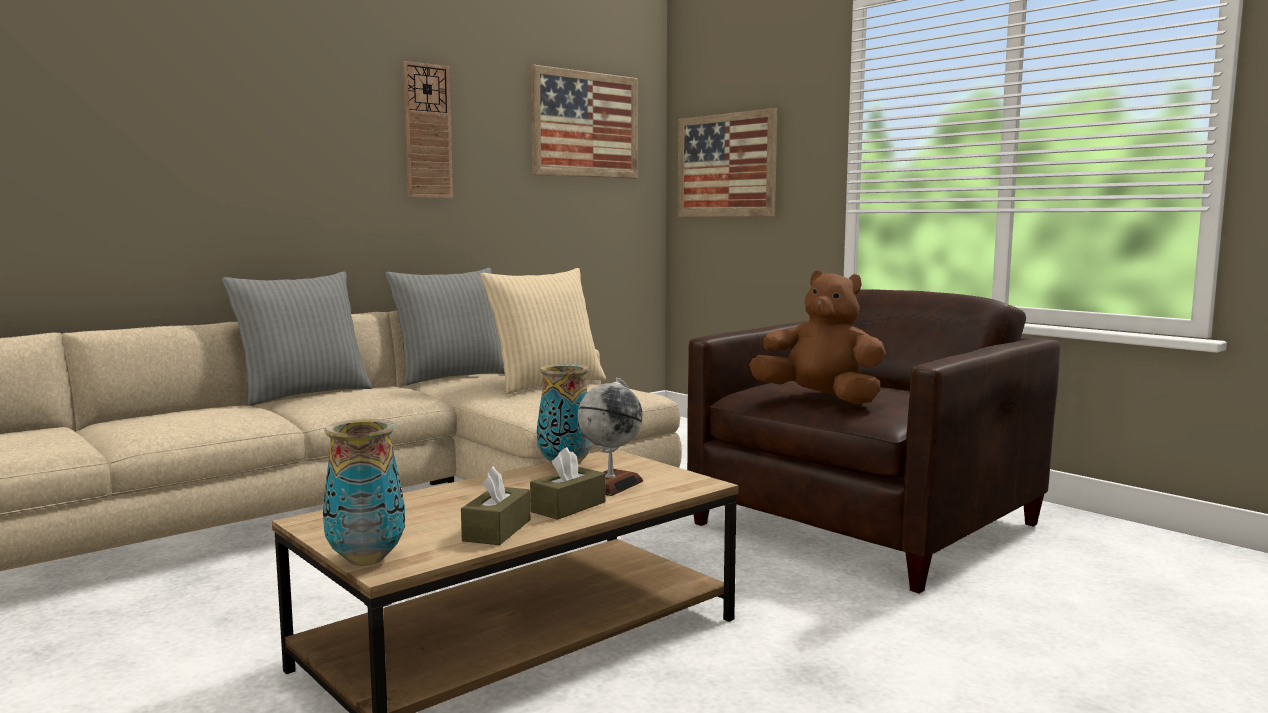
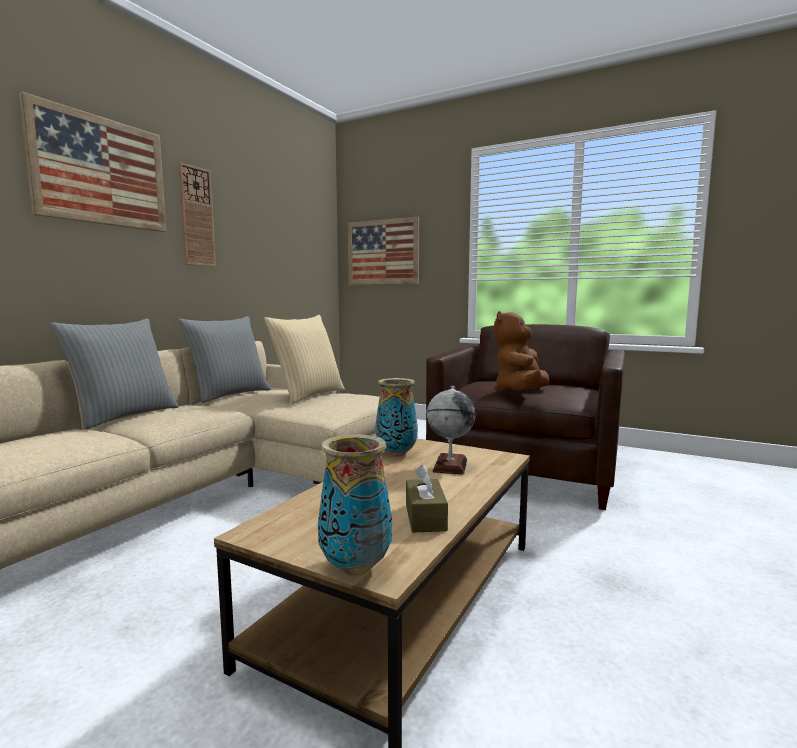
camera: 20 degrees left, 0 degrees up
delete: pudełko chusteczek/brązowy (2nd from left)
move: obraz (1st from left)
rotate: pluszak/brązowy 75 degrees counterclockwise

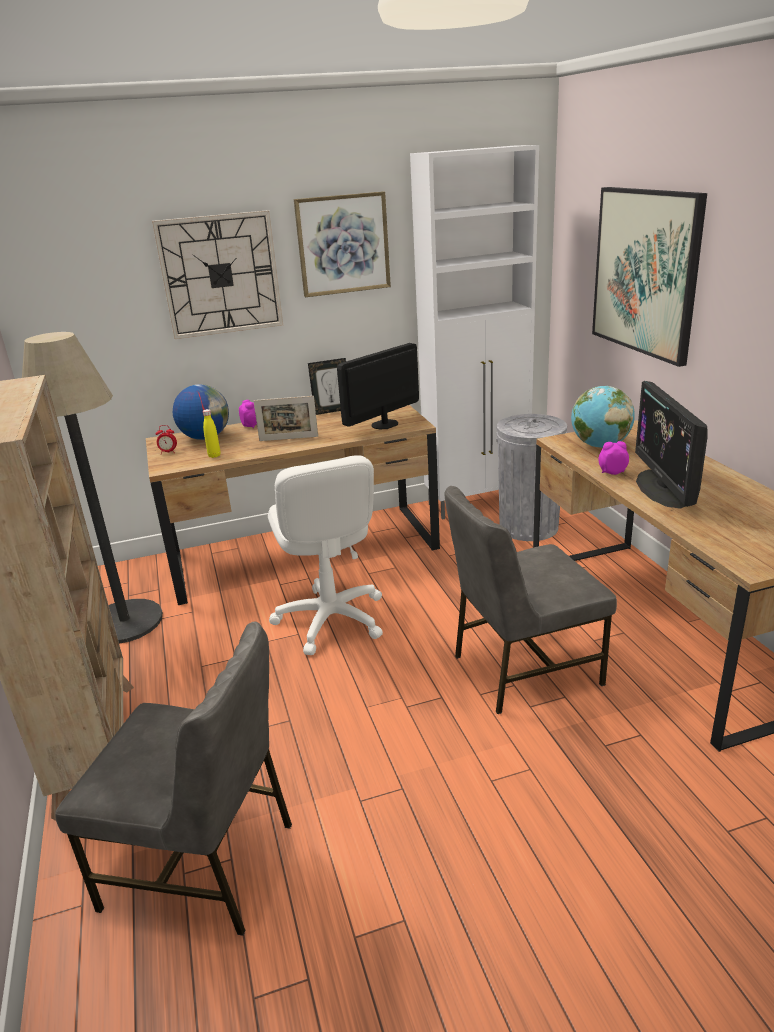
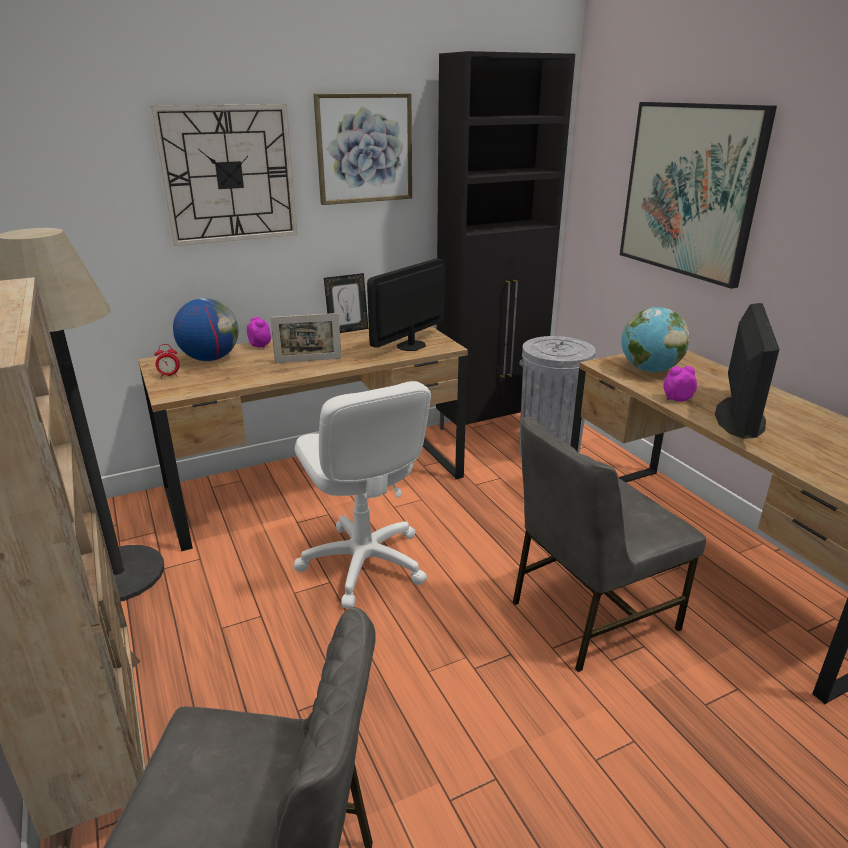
camera: 10 degrees left, 0 degrees up
delete: butelka/żółty
recolor: szafka/biały to szafka/czarny
rotate: monitor (2nd from left) 150 degrees counterclockwise

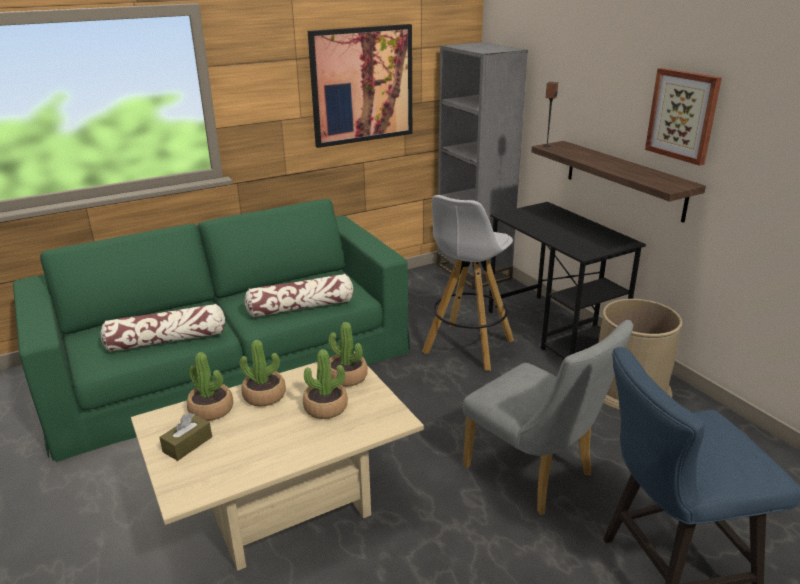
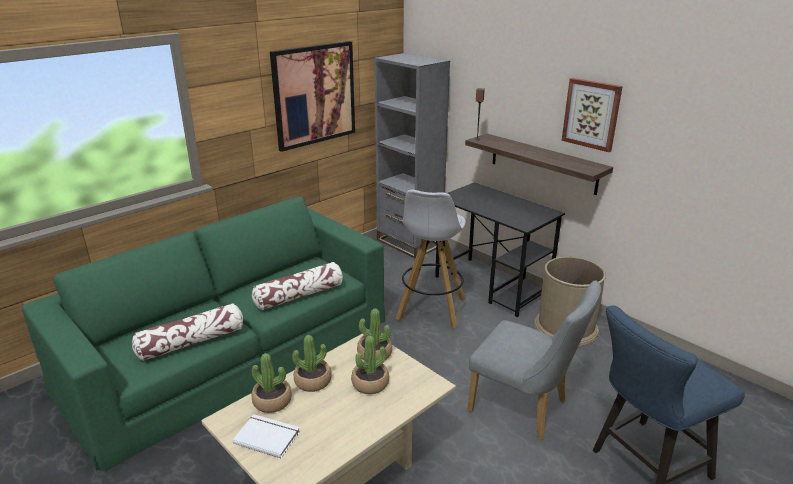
camera: 15 degrees left, 0 degrees up
replace: pudełko chusteczek/brązowy to książka/biały

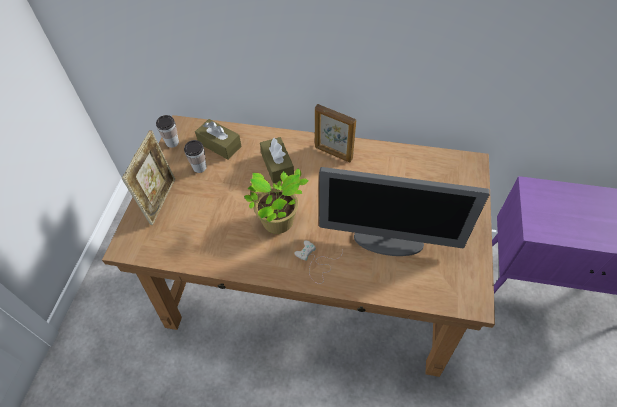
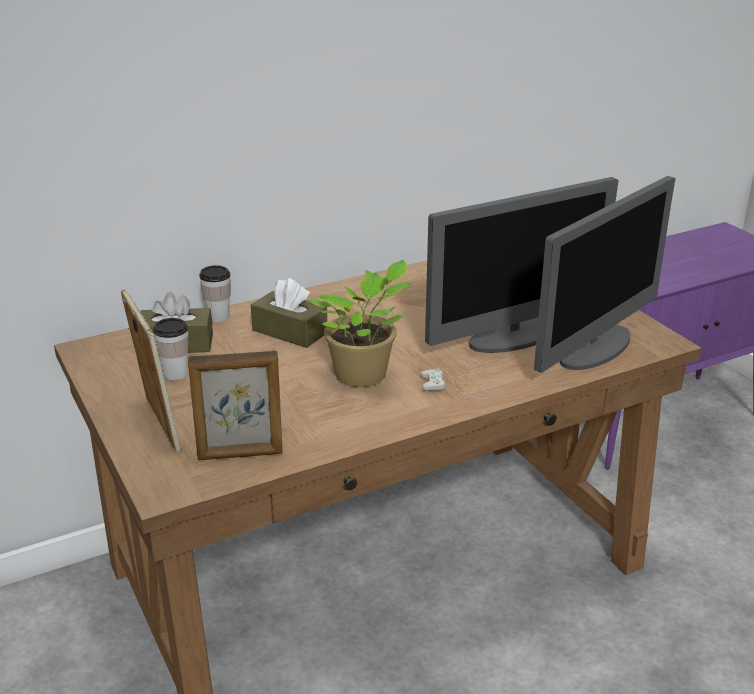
camera: 40 degrees left, 25 degrees down
insert: monitor (2nd from left)
move: ramka na zdjęcie (2nd from left); filiżanka (1st from left in the first image) to filiżanka (2nd from left)

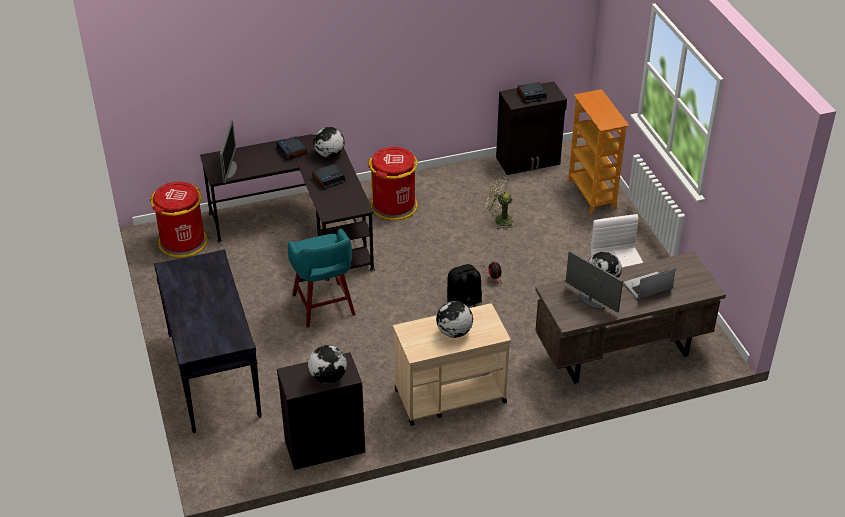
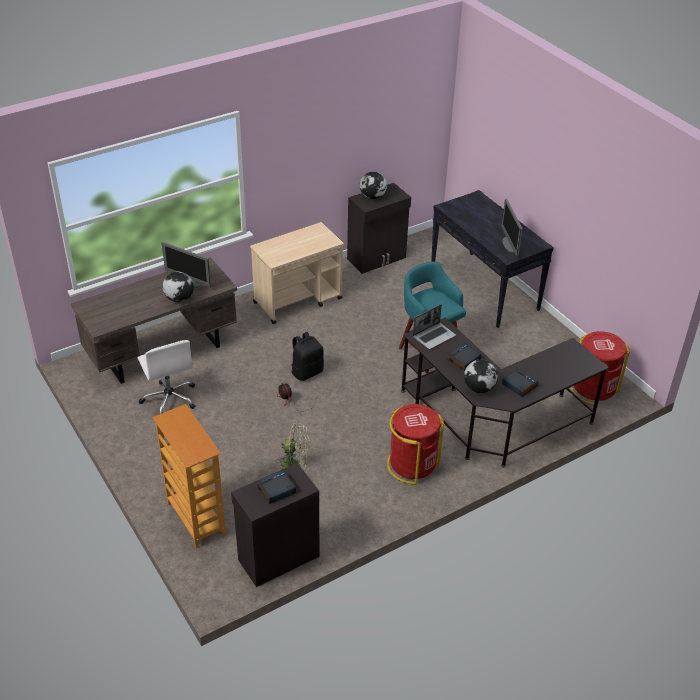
camera: 165 degrees right, 0 degrees up
delete: globus (3rd from left)
move: laptop; monitor (1st from left in the first image) to monitor (2nd from left)

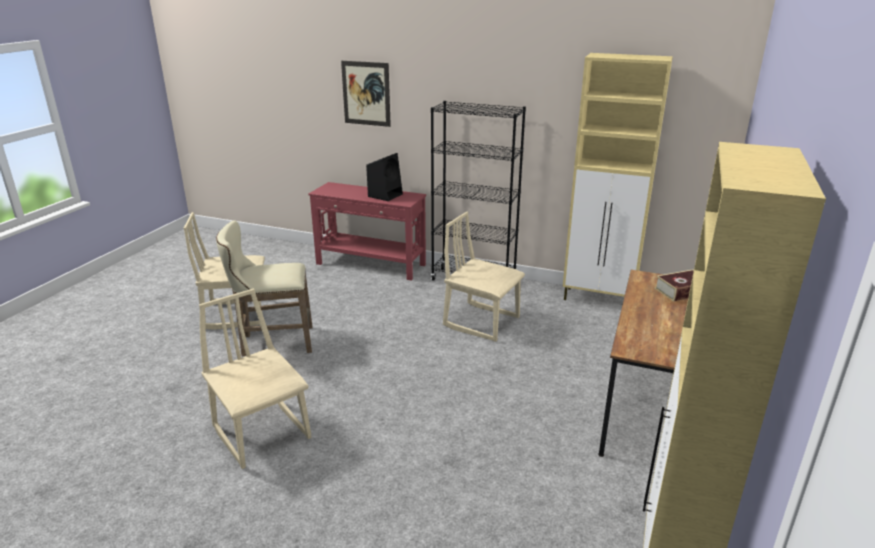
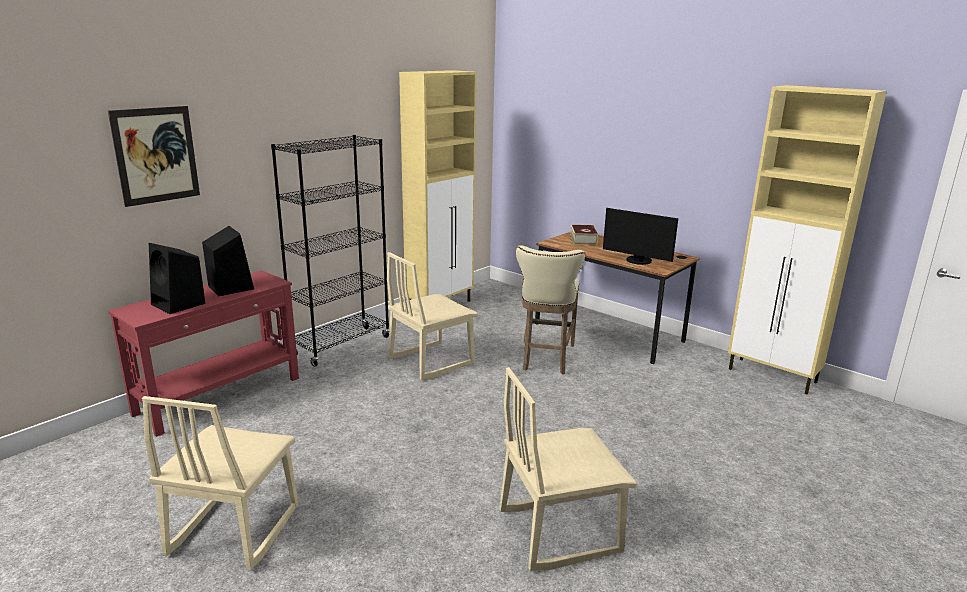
camera: 70 degrees left, 5 degrees down
insert: głośnik/czarny (1st from left); monitor
move: stołek/beżowy

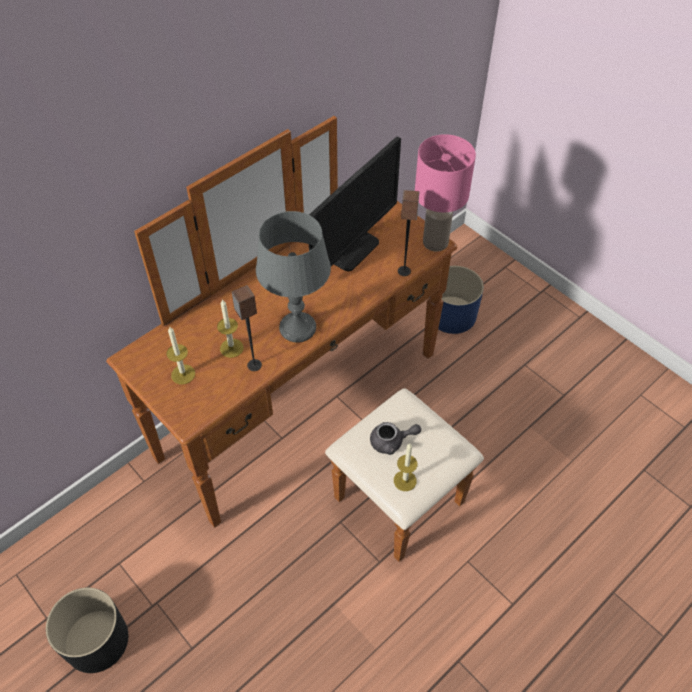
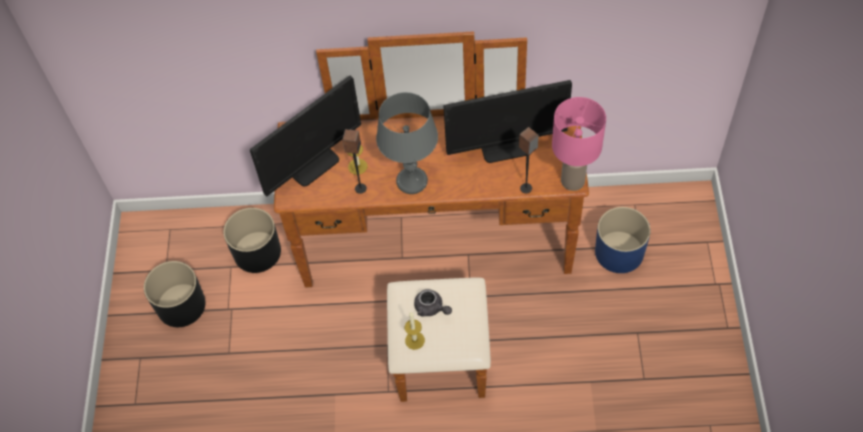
camera: 45 degrees right, 5 degrees up
insert: donica/czarny (2nd from left)
replace: świeca (1st from left) to monitor (1st from left)

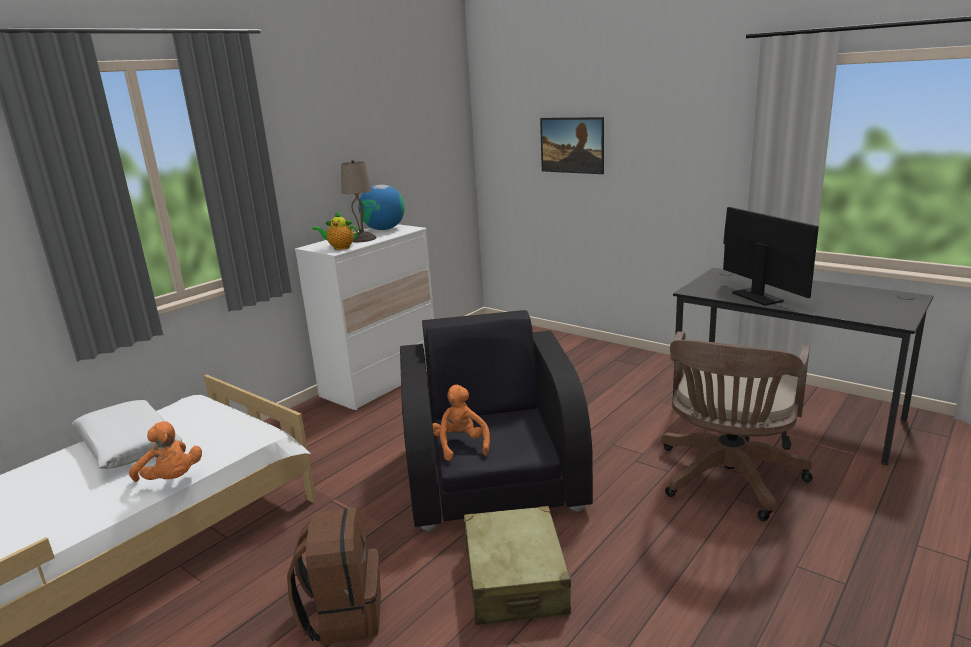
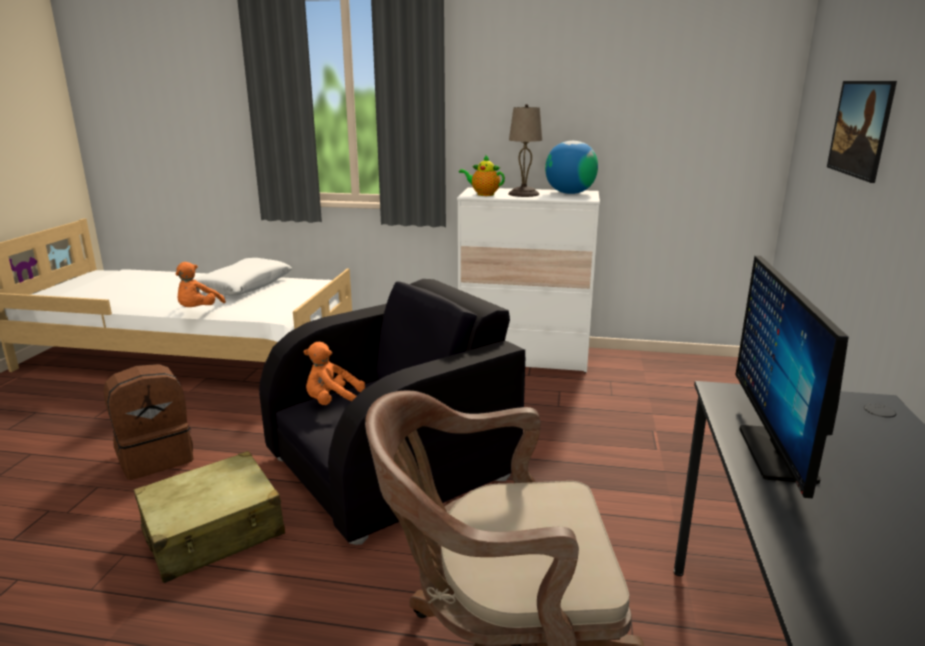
camera: 60 degrees right, 0 degrees up
rotate: pluszak/pomarańczowy (2nd from left) 150 degrees counterclockwise; imbryk 45 degrees counterclockwise; monitor 150 degrees clockwise

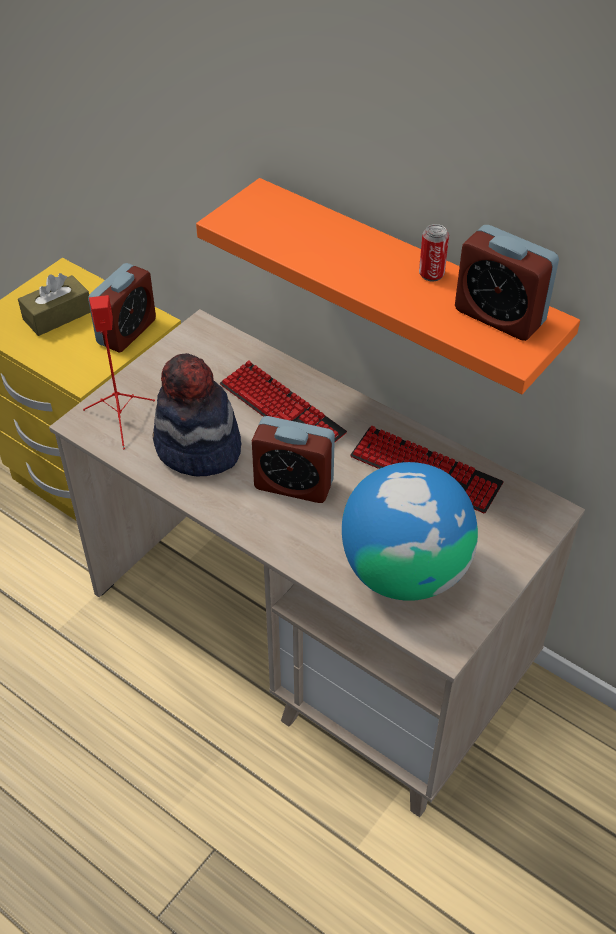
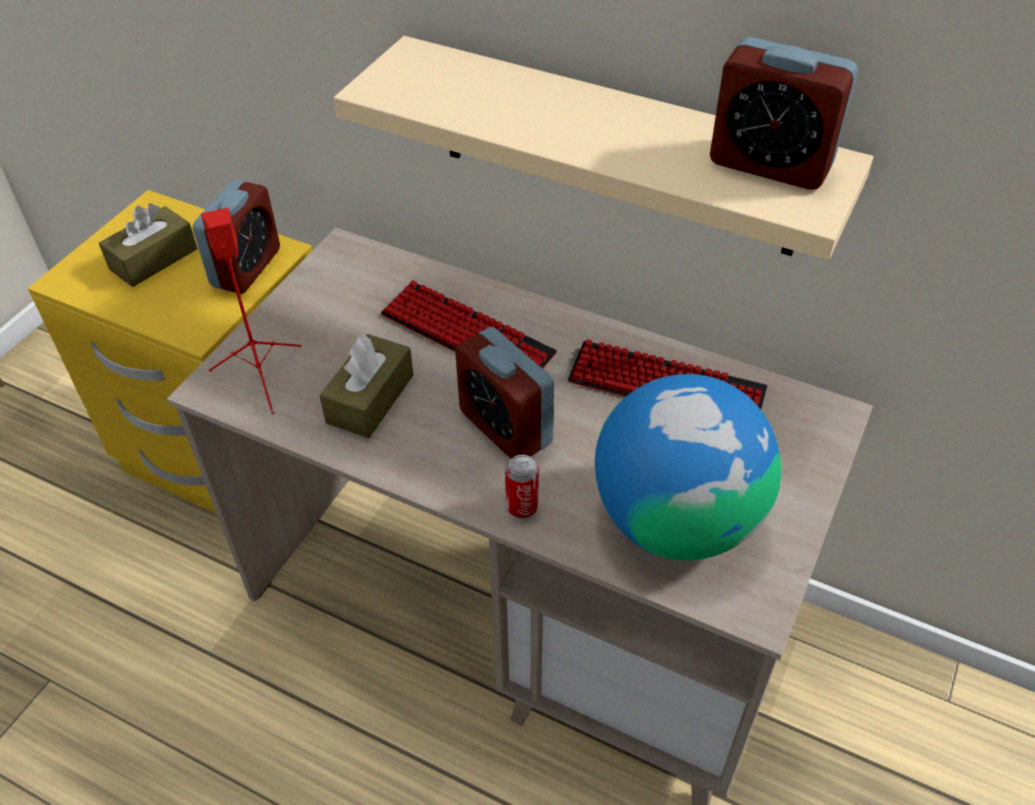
camera: 10 degrees left, 0 degrees up
move: puszka
replace: kapelusz to pudełko chusteczek/brązowy (2nd from left)
recolor: półka/pomarańczowy to półka/beżowy
rotate: budzik (2nd from left) 45 degrees clockwise

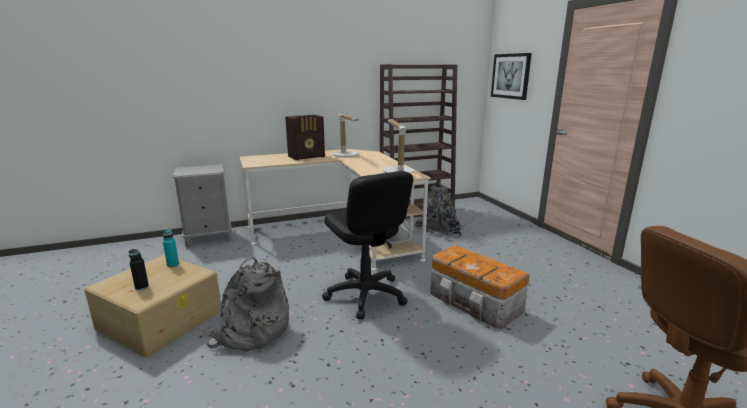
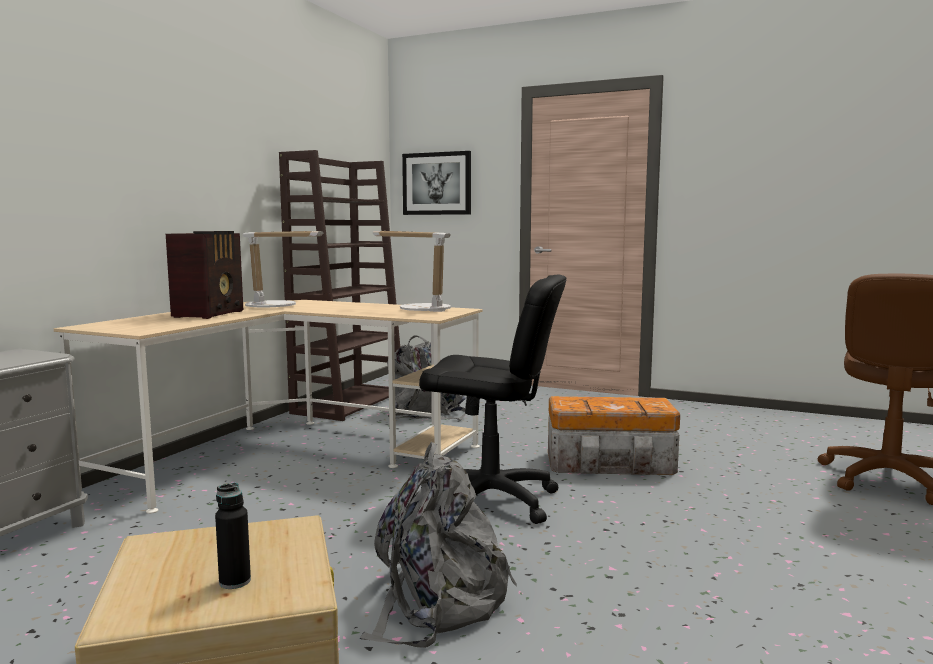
camera: 45 degrees left, 10 degrees down
delete: butelka/turkusowy

